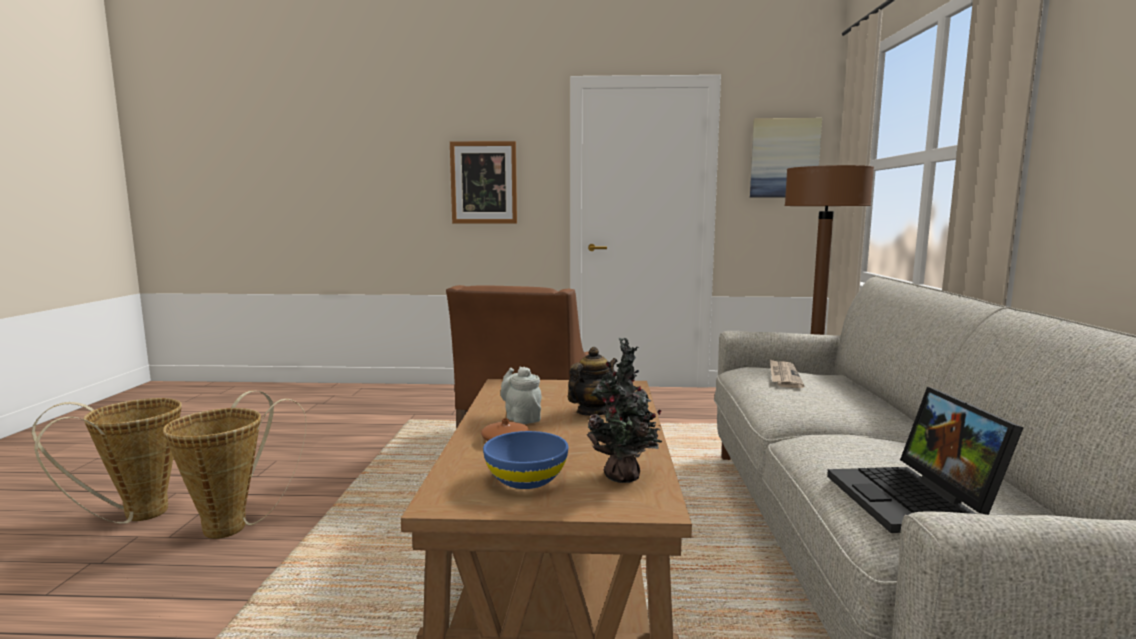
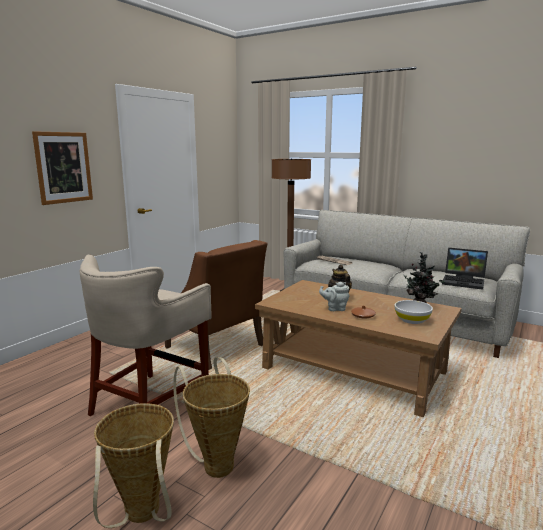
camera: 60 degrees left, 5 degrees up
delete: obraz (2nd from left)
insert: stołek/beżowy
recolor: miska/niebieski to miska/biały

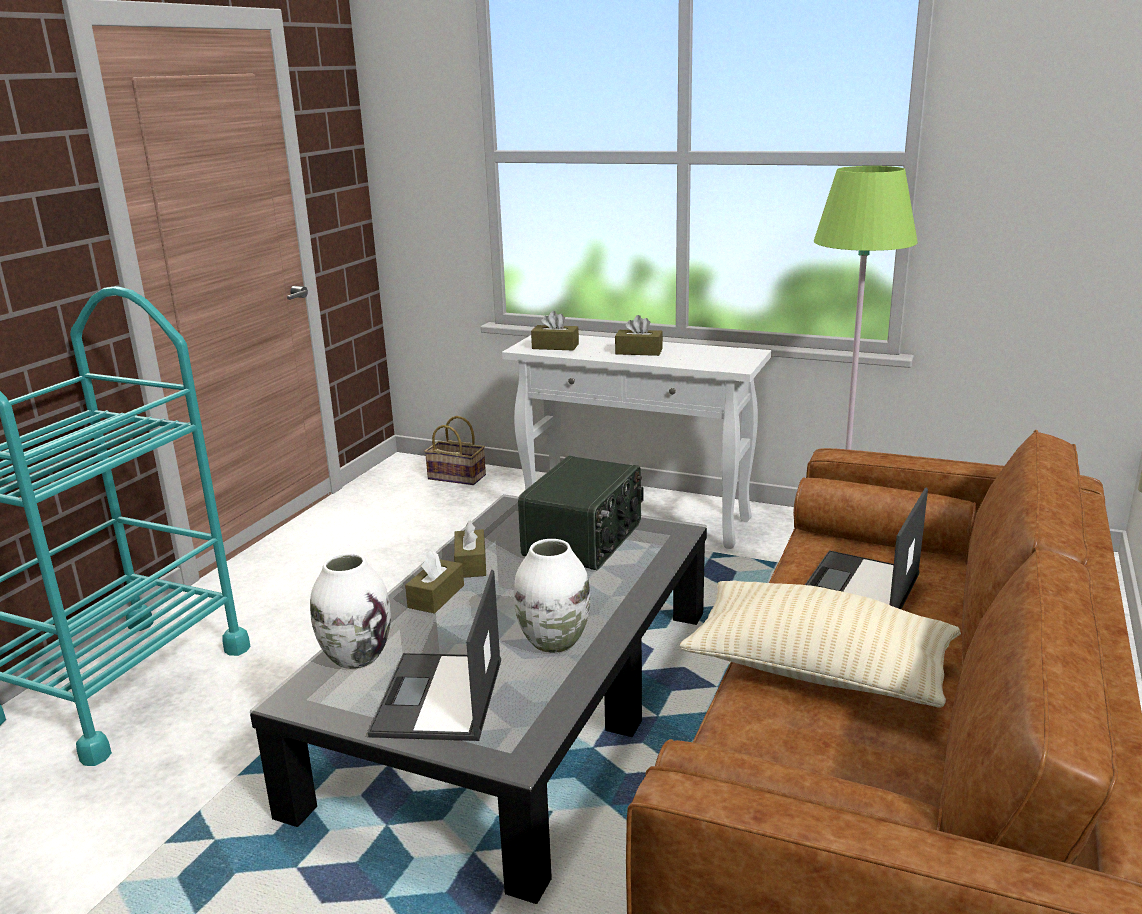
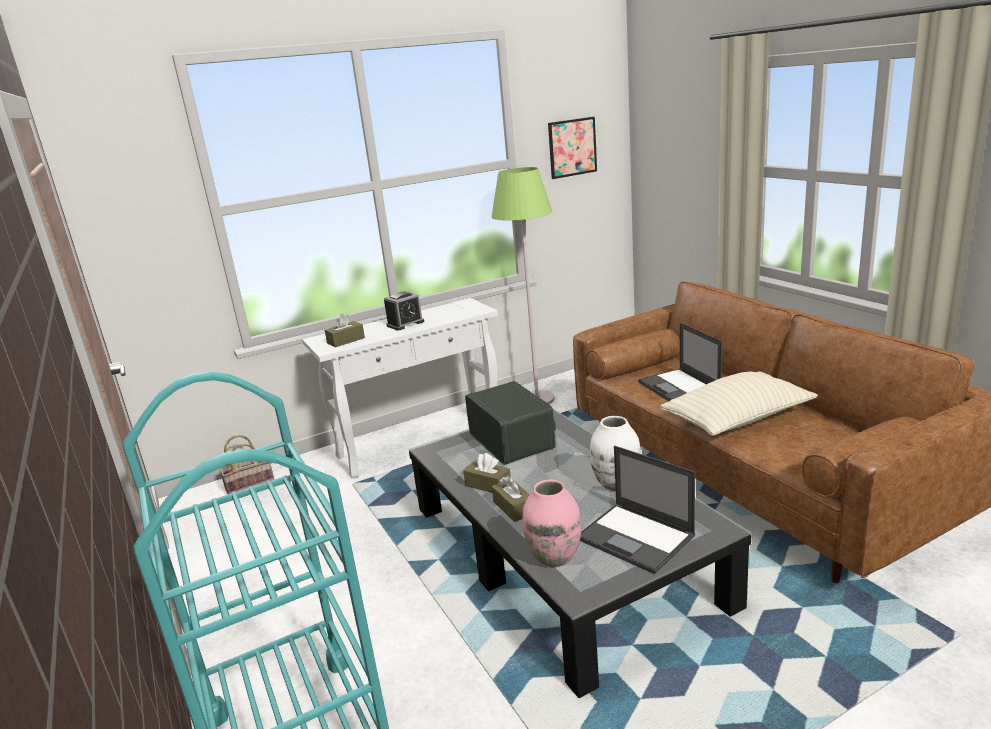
camera: 50 degrees left, 0 degrees up
insert: obraz
replace: pudełko chusteczek/brązowy (4th from left) to budzik
recolor: wazon/biały (1st from left) to wazon/różowy

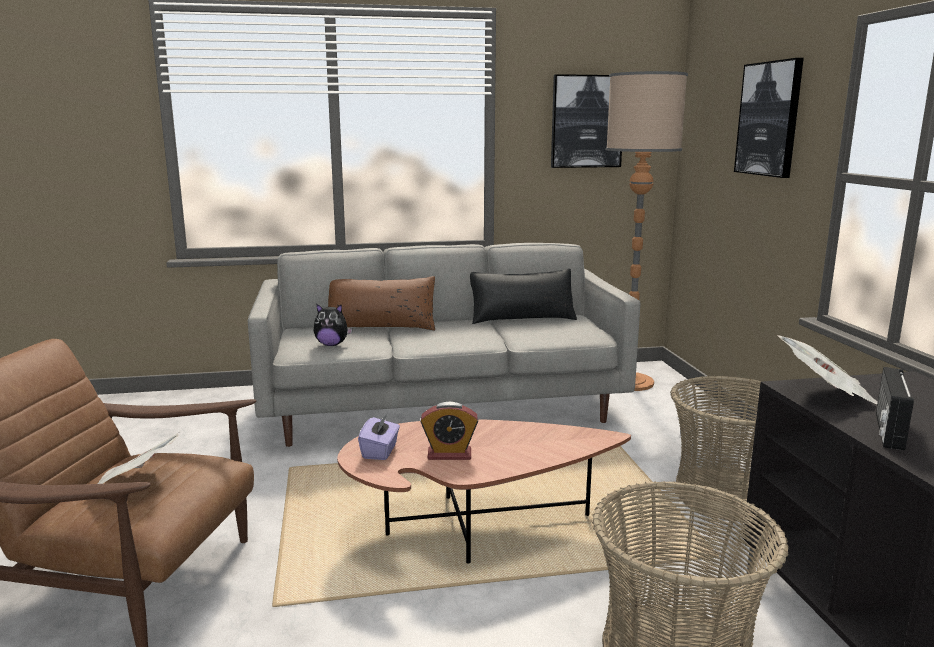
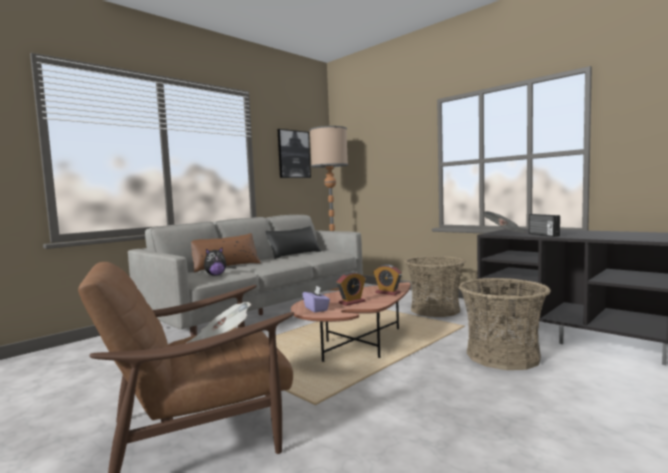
camera: 35 degrees left, 10 degrees down
delete: obraz (2nd from left)
insert: budzik (2nd from left)

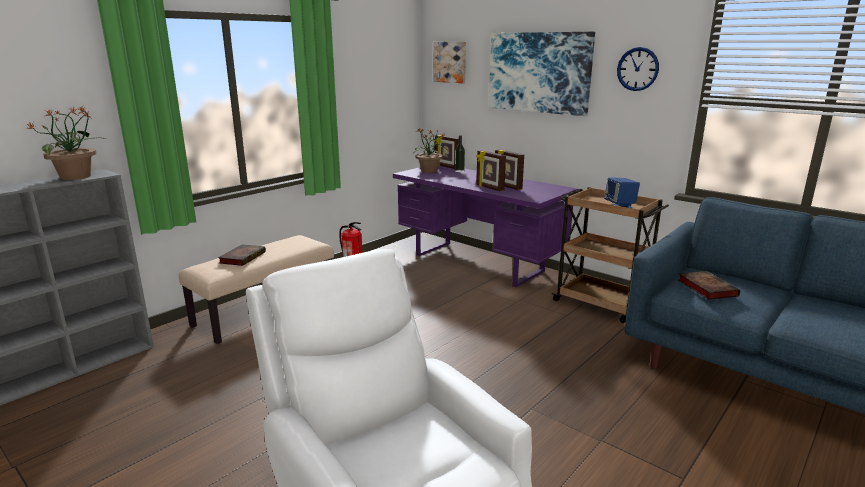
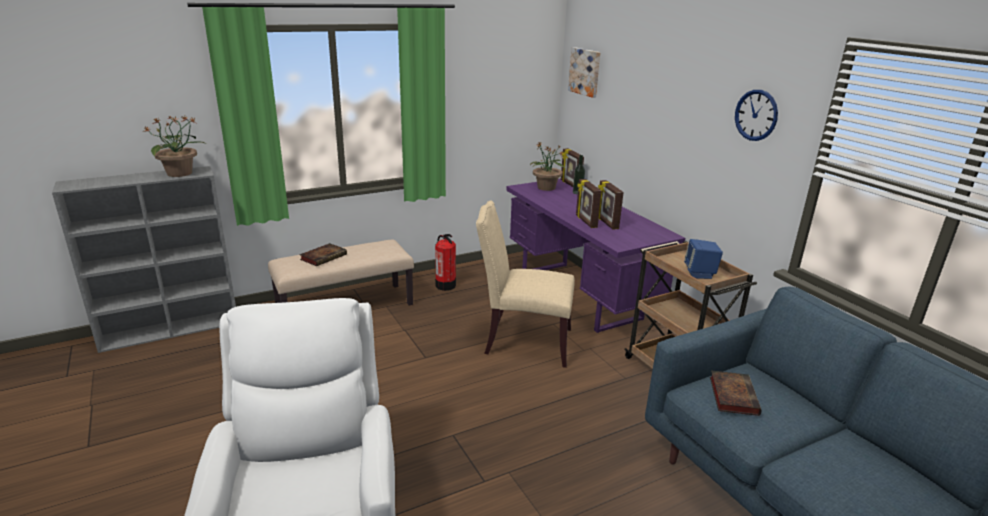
camera: 20 degrees right, 5 degrees up
delete: obraz (2nd from left)
insert: krzesło/beżowy

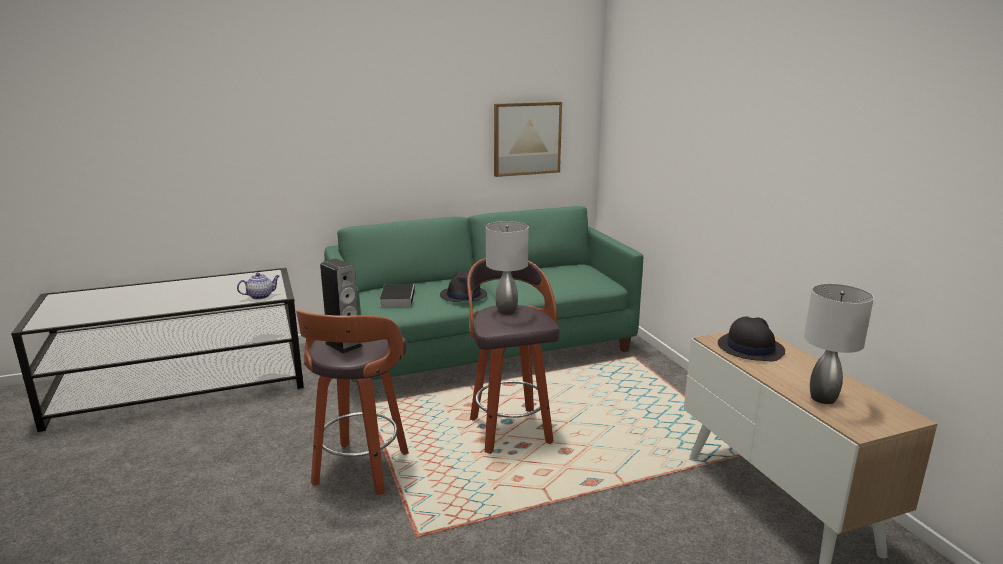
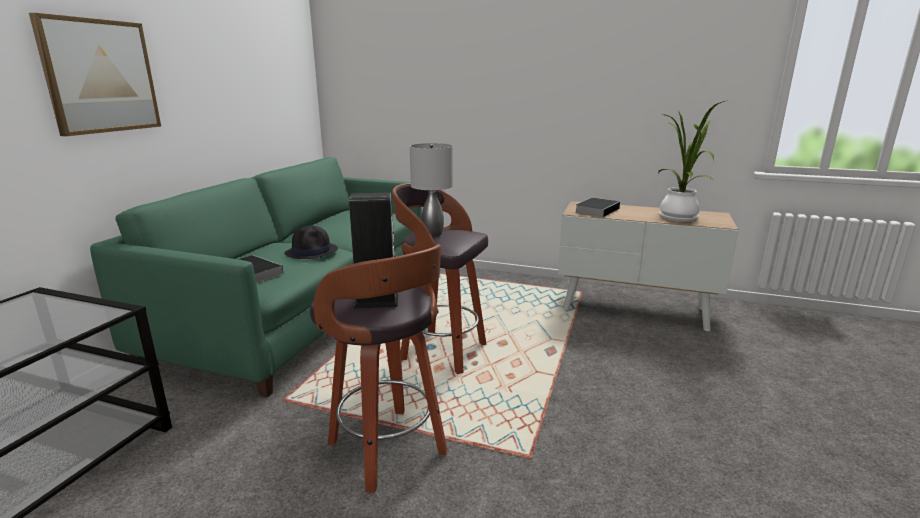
camera: 50 degrees left, 0 degrees up
delete: imbryk
move: obraz
replace: kapelusz/czarny (2nd from left) to książka (2nd from left); lampa stołowa/szary (2nd from left) to roślina doniczkowa

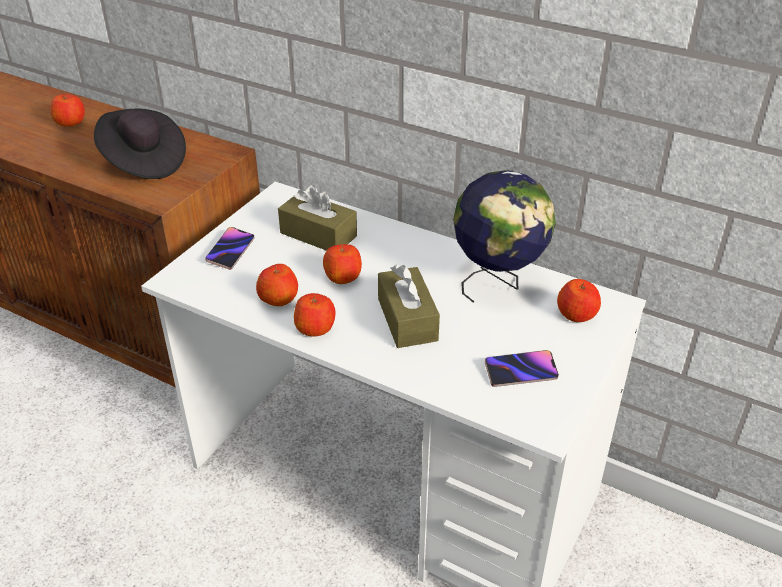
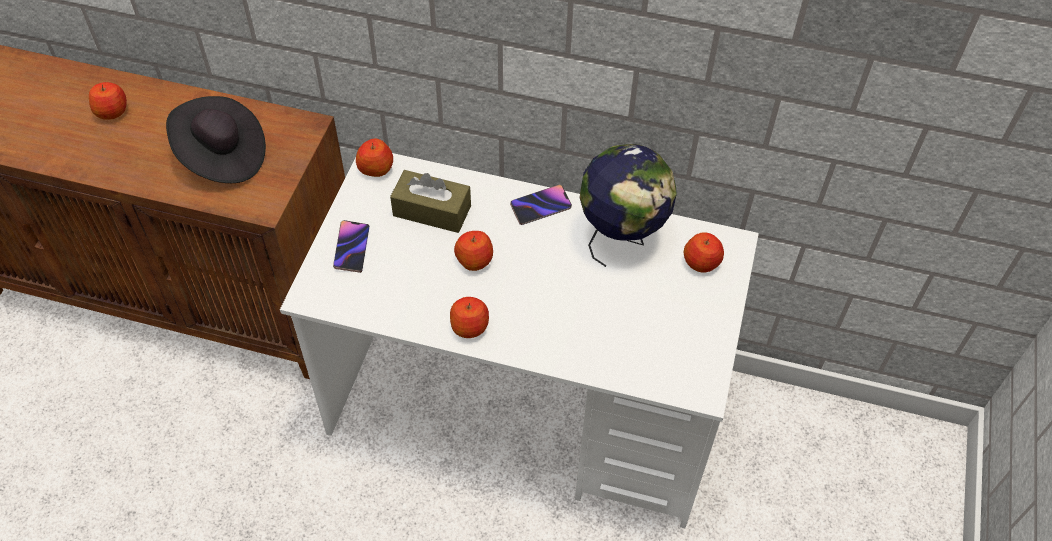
camera: 15 degrees left, 15 degrees up
delete: pudełko chusteczek/brązowy (2nd from left)
move: jabłko (2nd from left); telefon (2nd from left)

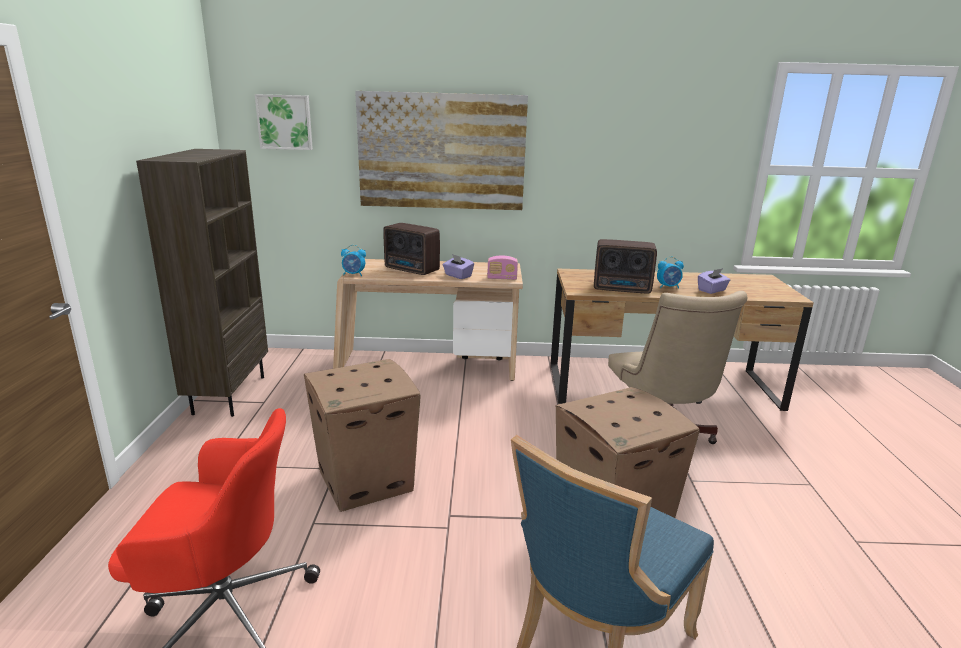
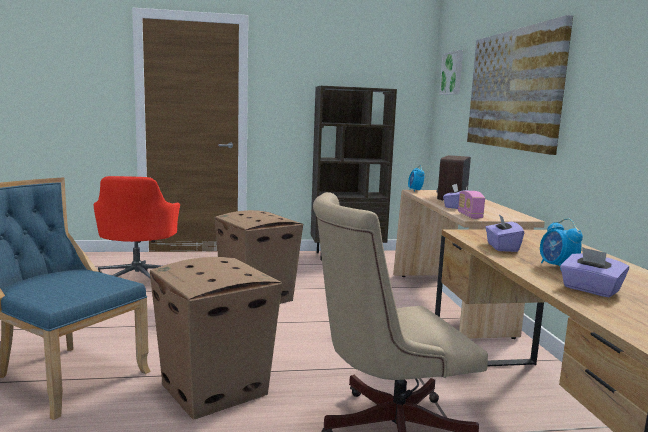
camera: 80 degrees right, 10 degrees down
replace: radio (3rd from left) to pudełko chusteczek/fioletowy (2nd from left)

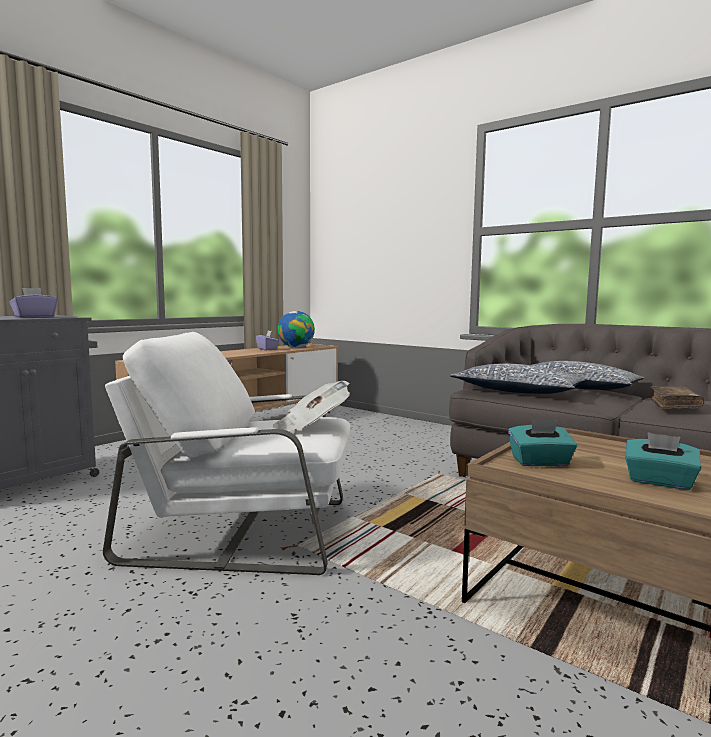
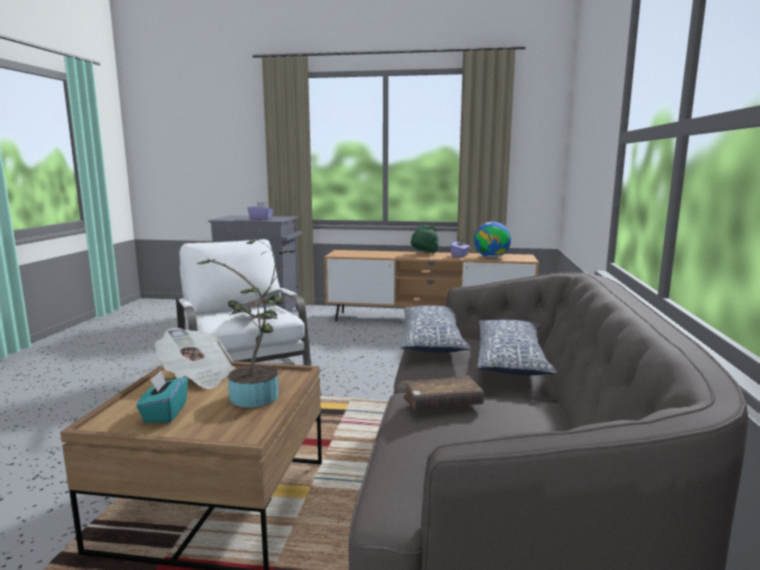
camera: 60 degrees right, 5 degrees up
insert: roślina doniczkowa; kapelusz/zielony
replace: pudełko chusteczek/turkusowy (1st from left) to gazeta (1st from left)

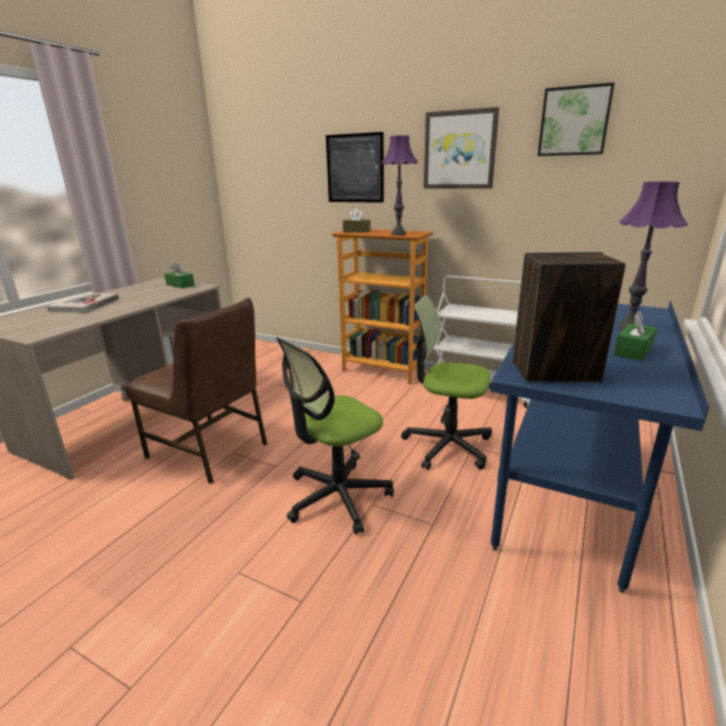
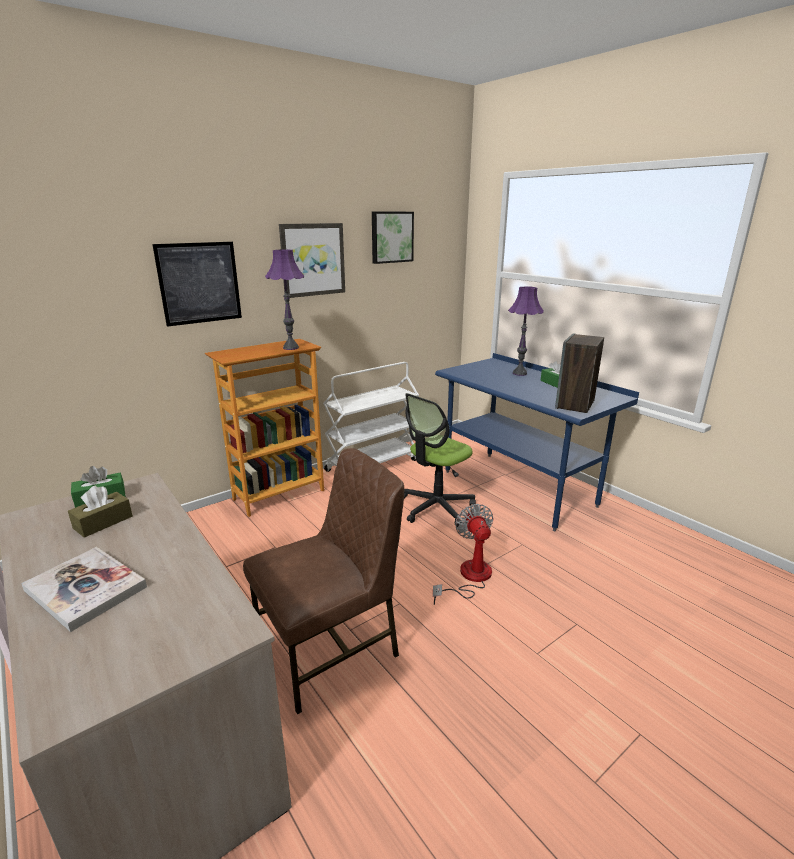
camera: 65 degrees left, 0 degrees up
move: pudełko chusteczek/brązowy
replace: krzesło biurowe (1st from left) to wentylator

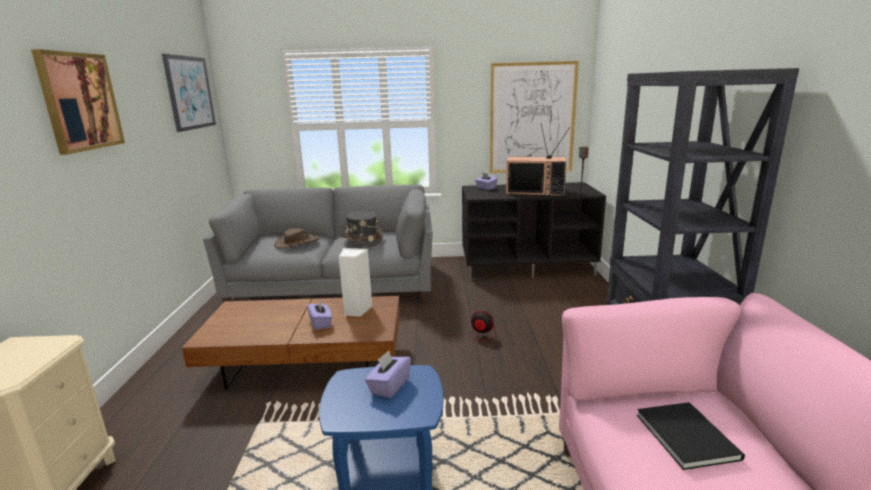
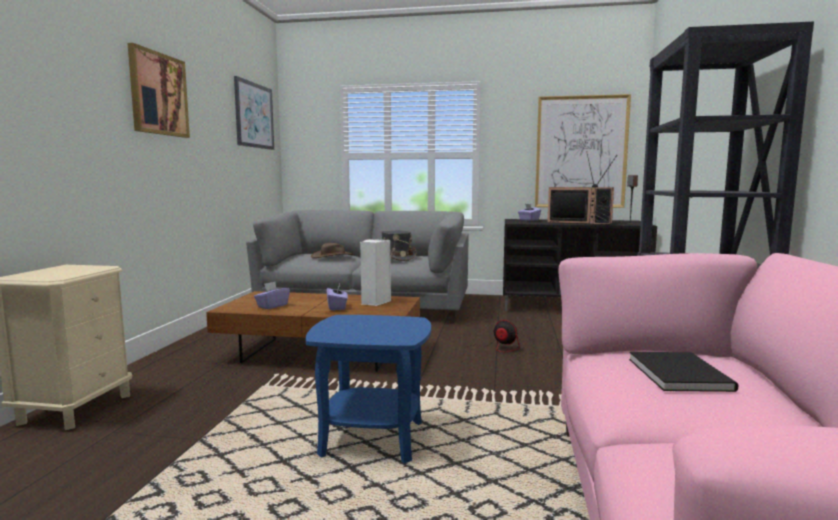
camera: 10 degrees right, 10 degrees down
move: pudełko chusteczek/fioletowy (2nd from left in the first image) to pudełko chusteczek/fioletowy (1st from left)

